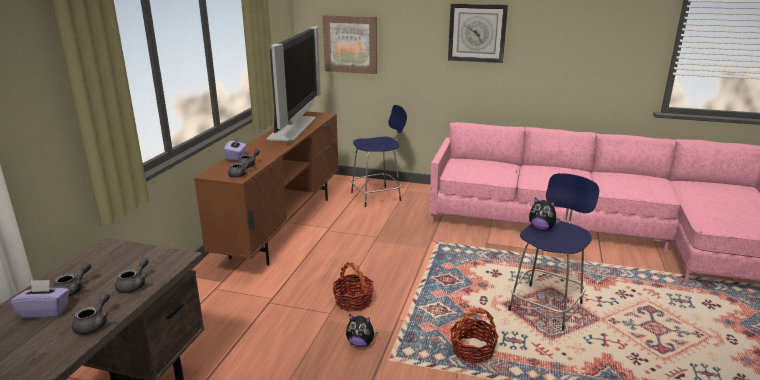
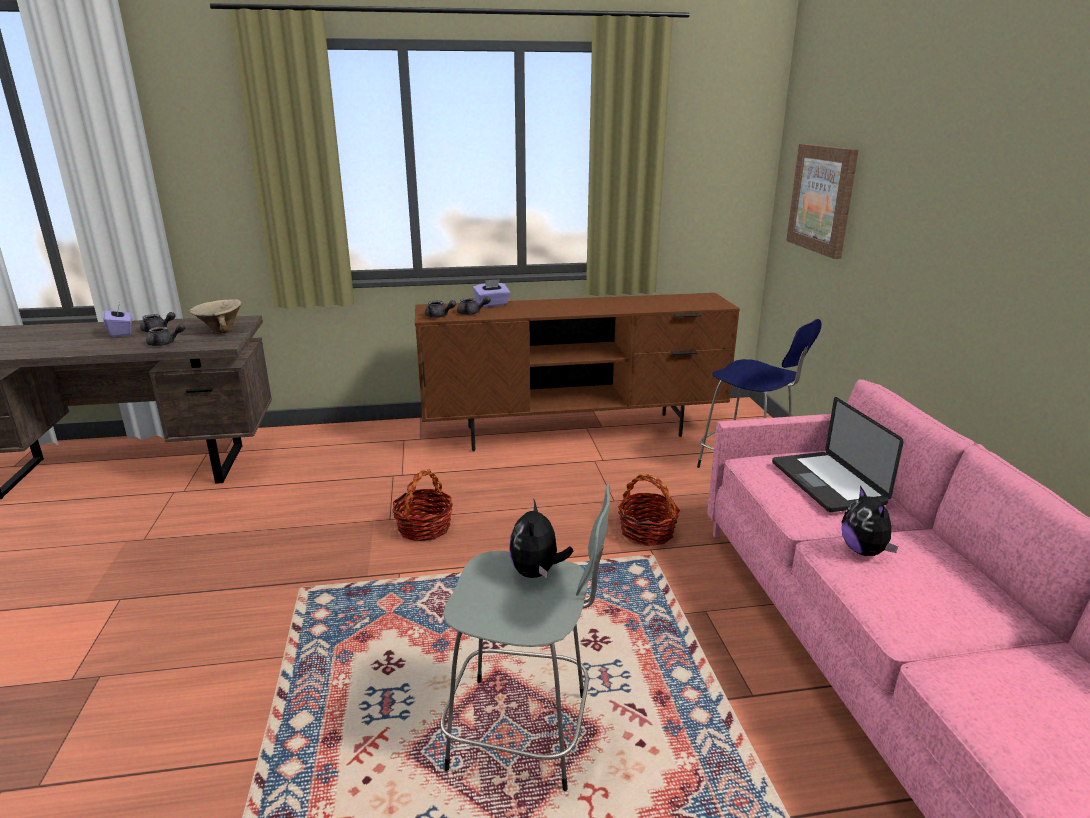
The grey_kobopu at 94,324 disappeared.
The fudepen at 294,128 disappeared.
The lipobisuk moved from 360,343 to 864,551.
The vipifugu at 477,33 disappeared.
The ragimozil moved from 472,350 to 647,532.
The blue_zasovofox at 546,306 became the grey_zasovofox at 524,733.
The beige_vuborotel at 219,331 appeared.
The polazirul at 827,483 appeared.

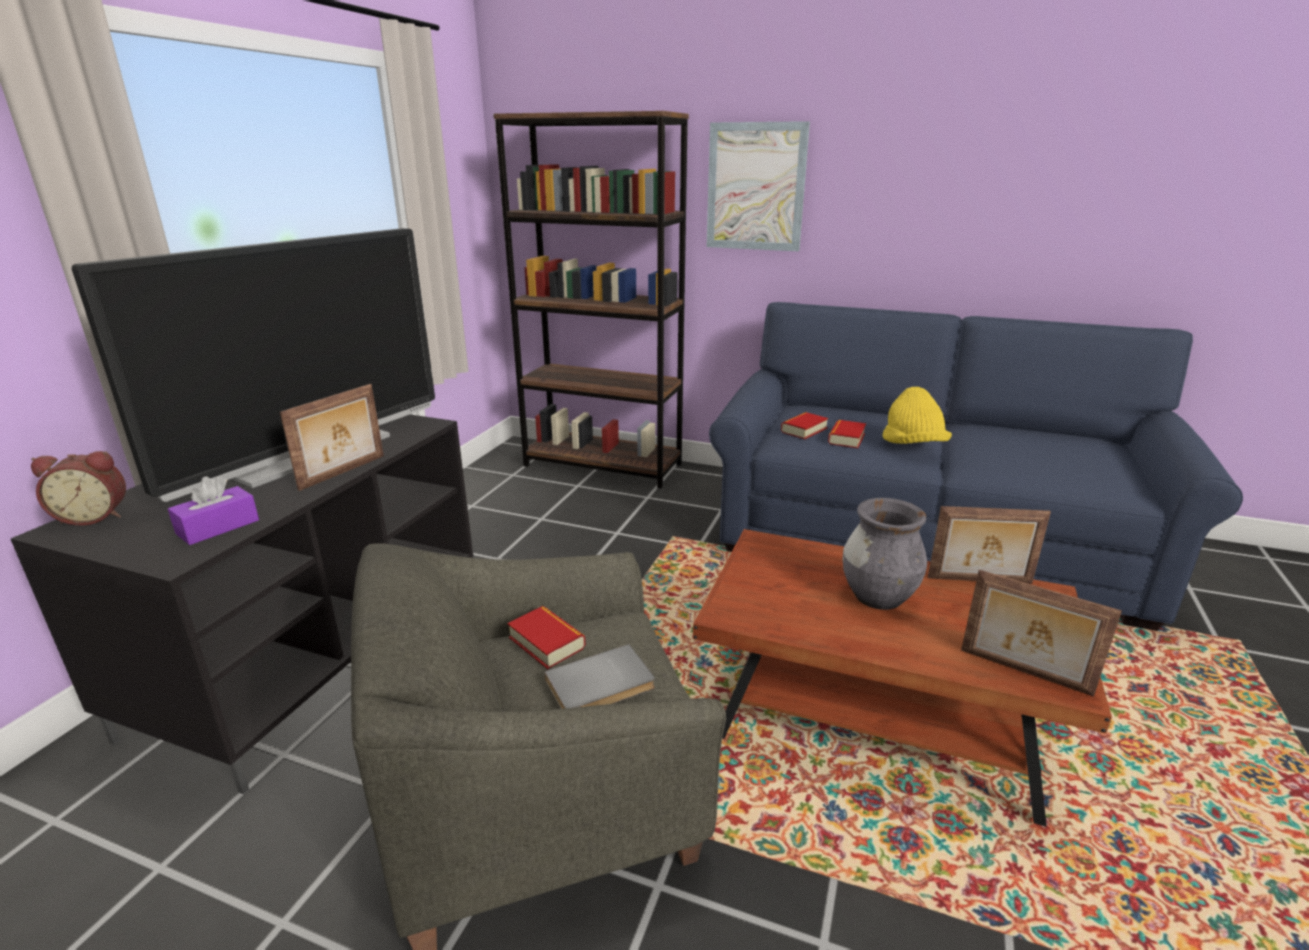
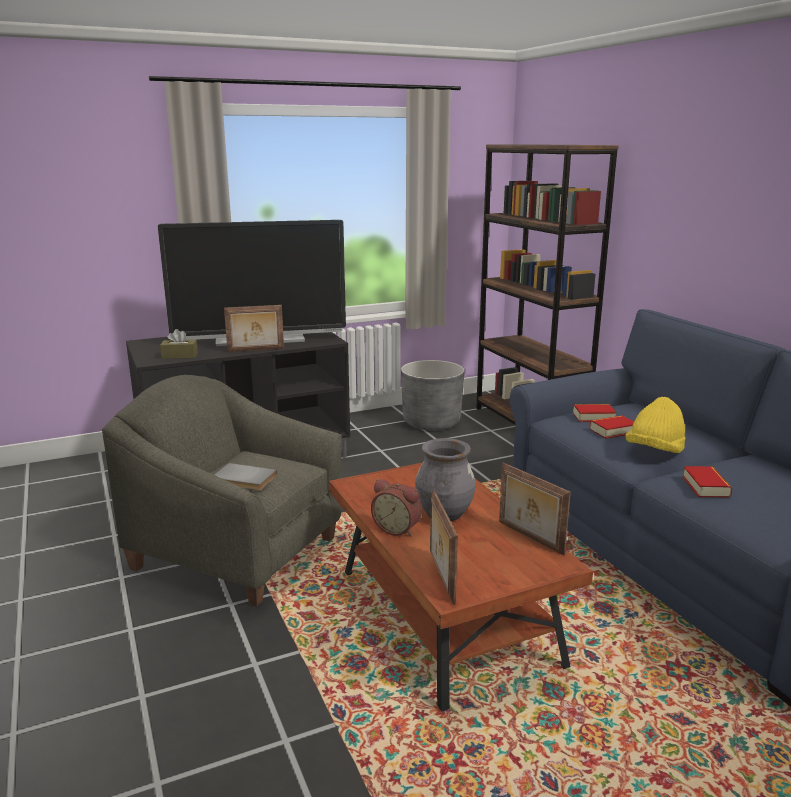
The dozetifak moved from 94,516 to 397,528.
The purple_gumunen at 218,527 became the brown_gumunen at 179,356.
The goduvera moved from 546,642 to 705,487.
The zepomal at 755,187 disappeared.
The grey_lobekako at 431,422 appeared.

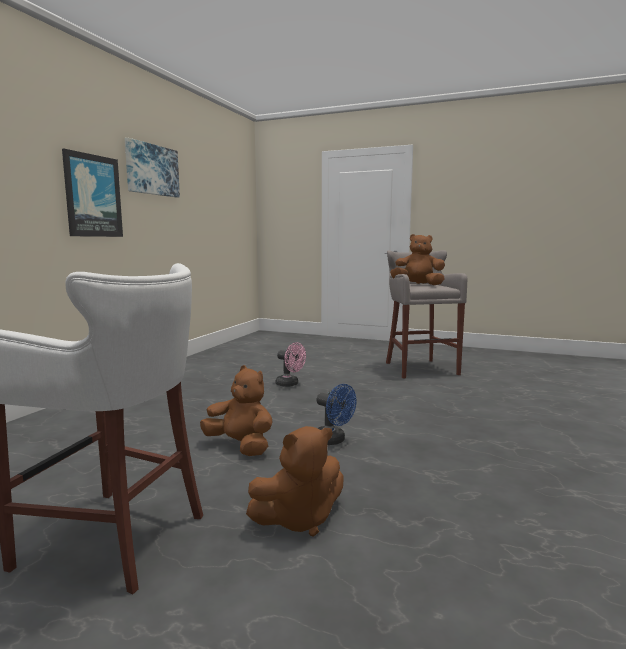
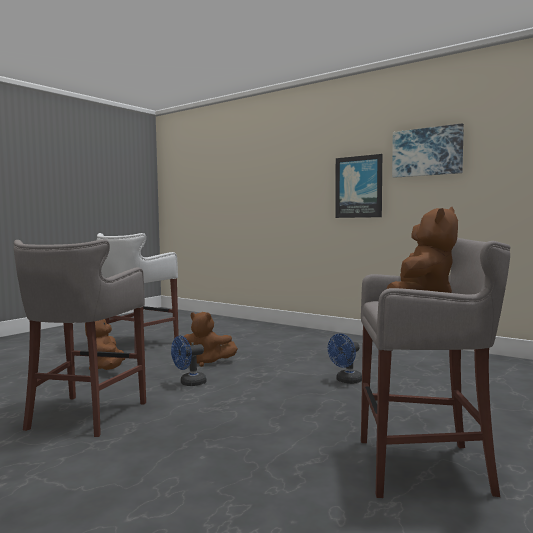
The brown_lipobisuk at 241,446 turned 60 degrees clockwise.
The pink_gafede at 290,384 became the blue_gafede at 346,381.
The grey_zasovofox at 84,416 appeared.

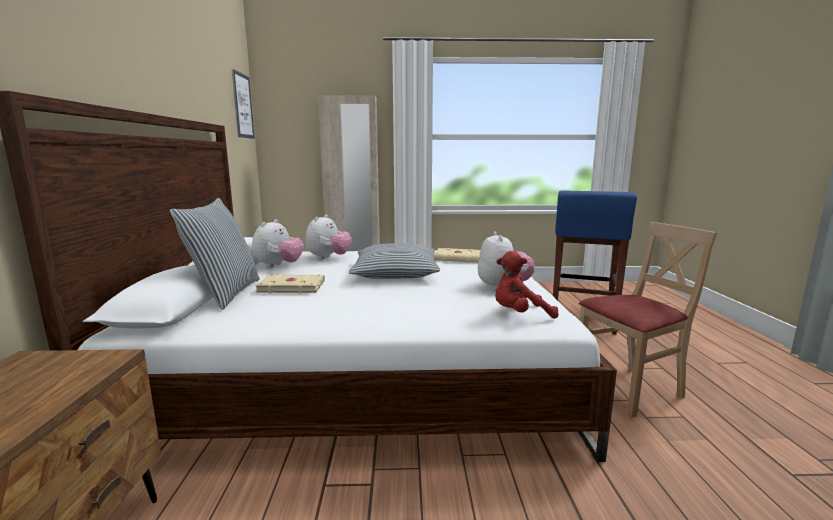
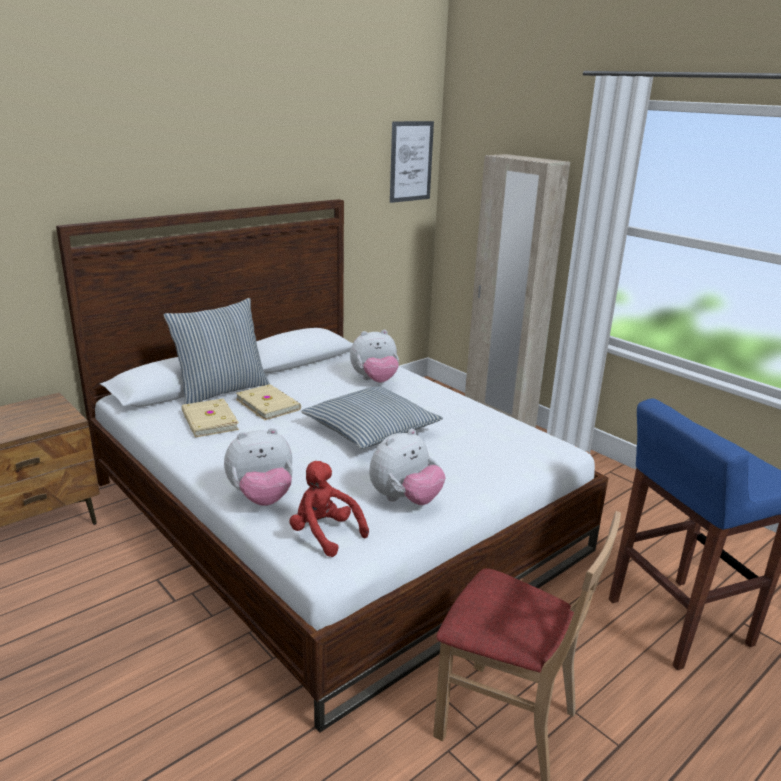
The lipobisuk moved from 279,266 to 262,498.
The beige_goduvera moved from 457,258 to 208,421.

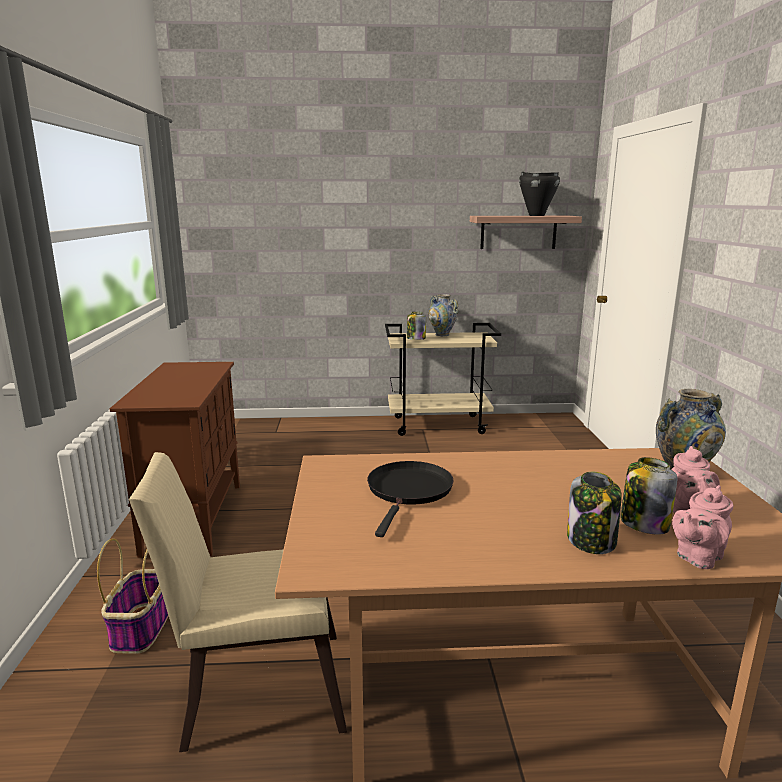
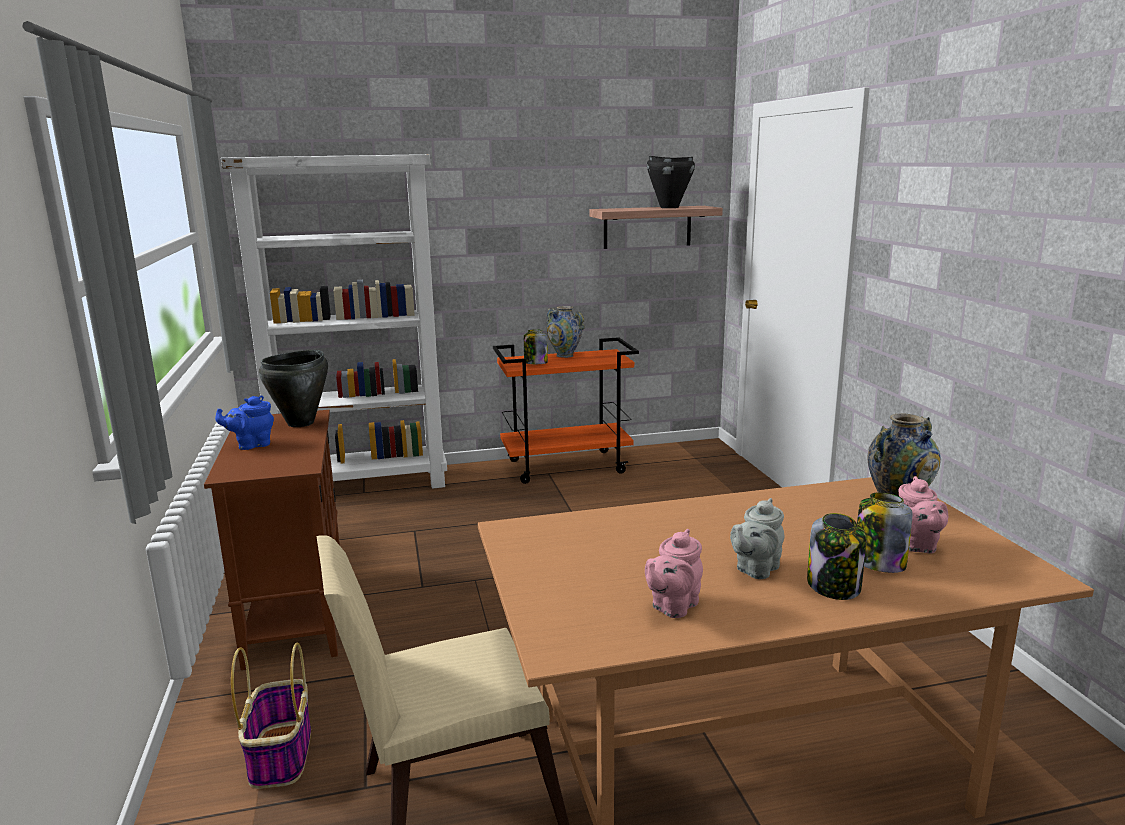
The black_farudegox at 409,491 disappeared.
The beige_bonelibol at 439,425 became the orange_bonelibol at 567,466.
The pink_kobopu moved from 697,557 to 672,606.
The blue_kobopu at 251,445 appeared.
The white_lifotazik at 363,485 appeared.
The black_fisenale at 301,423 appeared.
The grey_kobopu at 755,569 appeared.

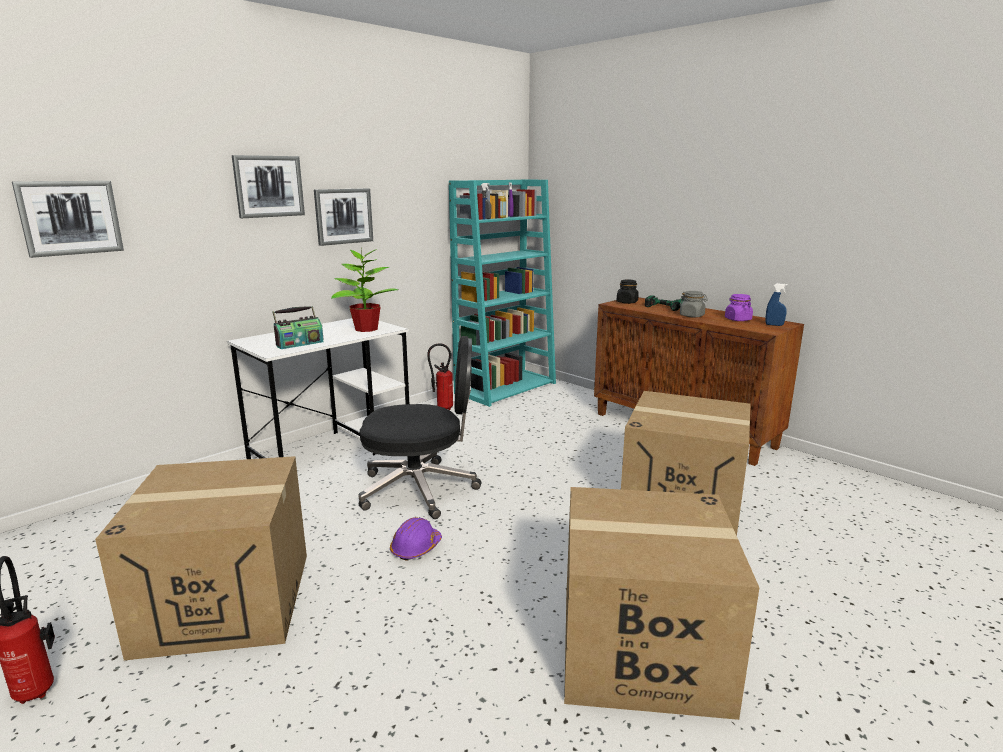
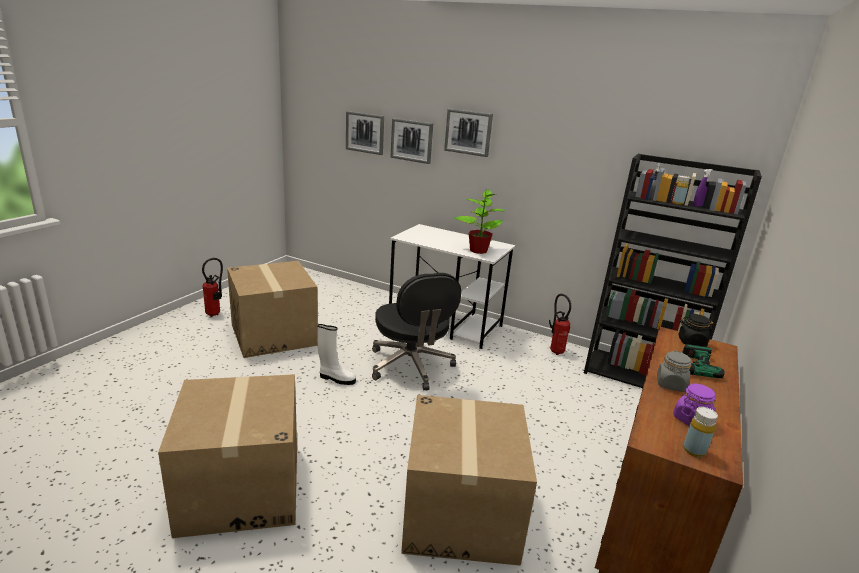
The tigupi at 299,344 disappeared.
The zepomal moved from 343,216 to 412,140.
The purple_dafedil at 416,548 was replaced by the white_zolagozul at 336,378.
The turquoise_lifotazik at 506,387 became the black_lifotazik at 640,376.
The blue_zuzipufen at 774,325 was replaced by the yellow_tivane at 694,450.

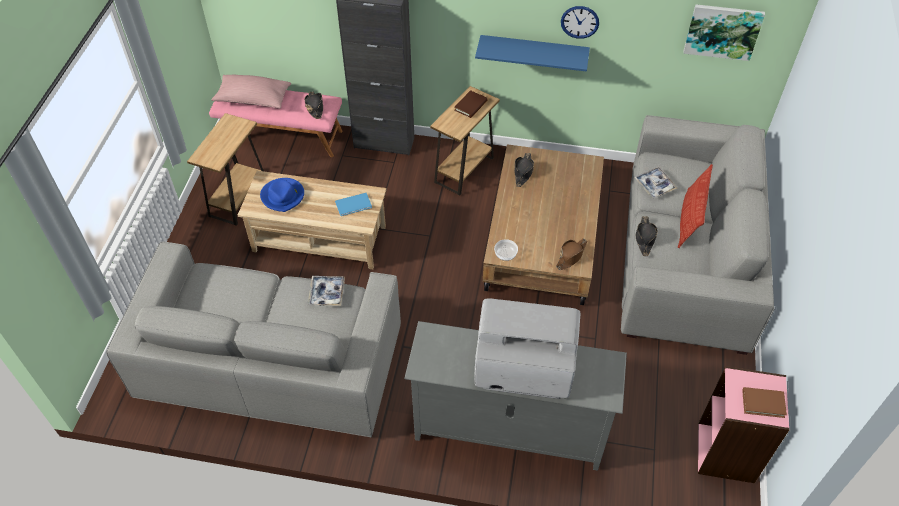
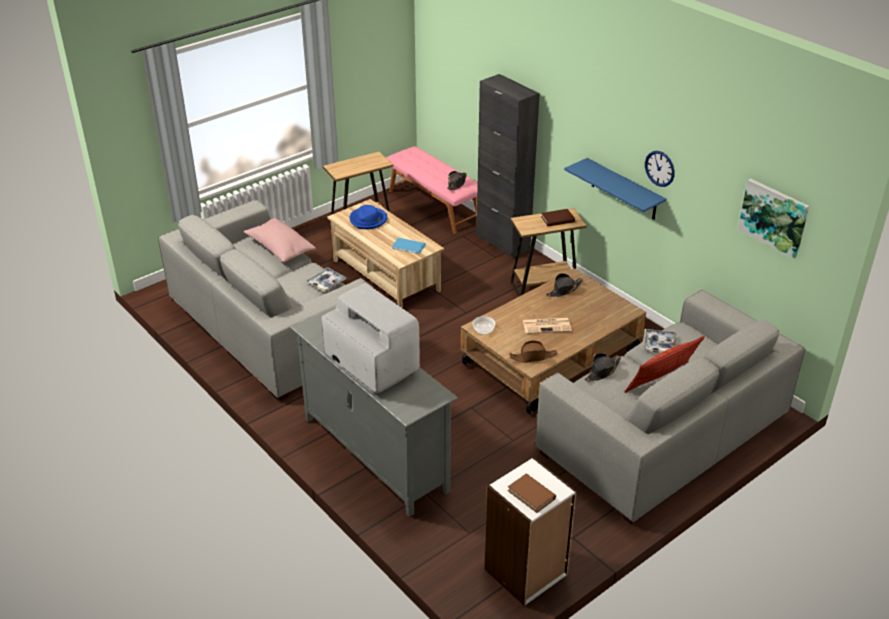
The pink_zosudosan moved from 253,99 to 280,249.
The pink_lifotazik at 726,452 became the white_lifotazik at 526,572.
The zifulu at 547,326 appeared.

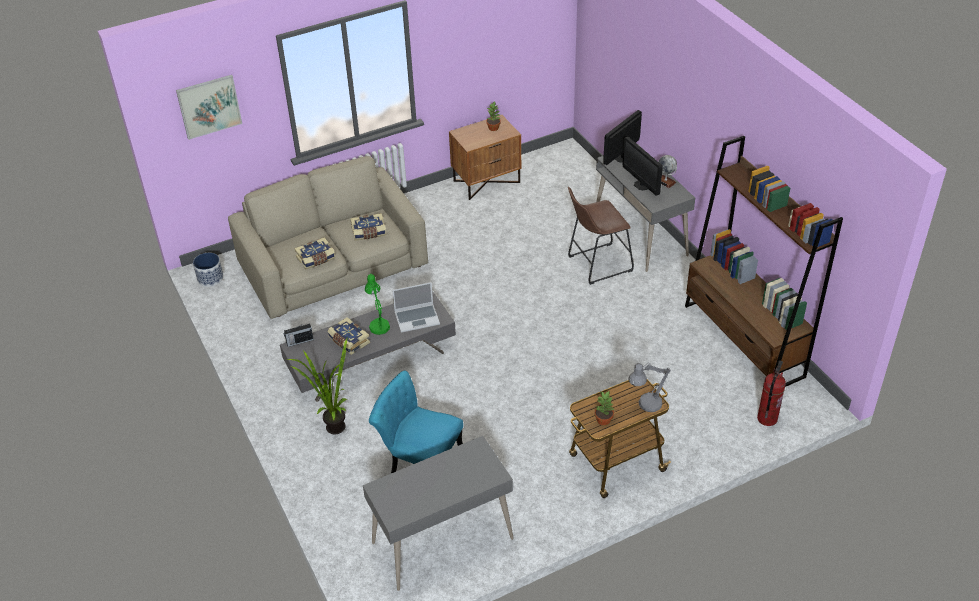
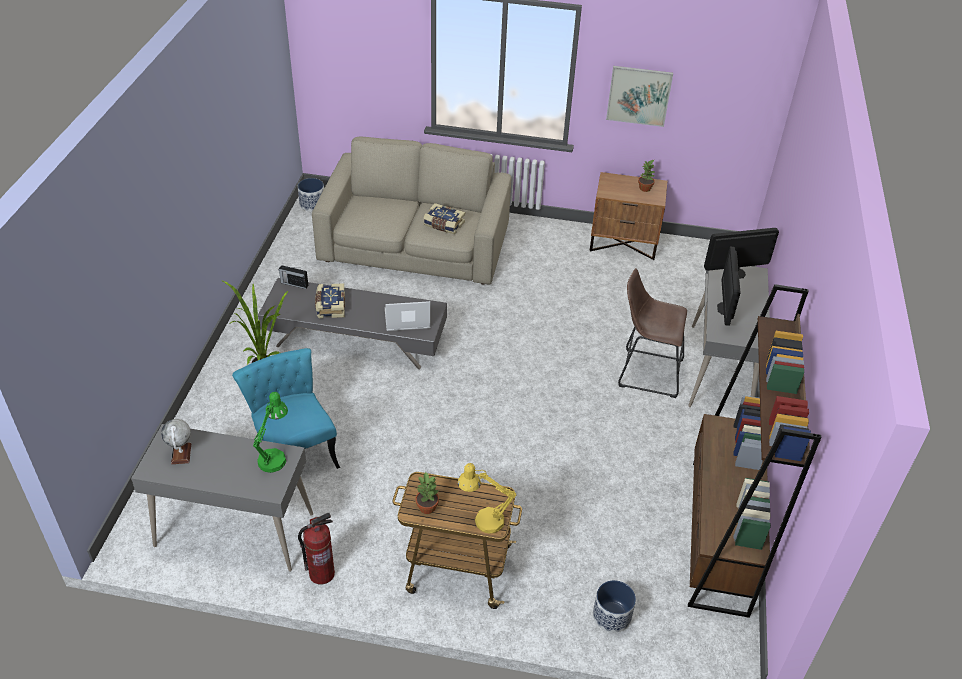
The zepomal moved from 209,106 to 639,95.
The goduvera at 316,259 disappeared.
The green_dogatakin moved from 378,324 to 275,457.
The polazirul at 417,318 turned 150 degrees clockwise.
The grey_dogatakin at 645,405 became the yellow_dogatakin at 483,520.
The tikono moved from 665,182 to 181,453.
The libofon moved from 767,418 to 321,574.
The lobekako at 611,616 appeared.

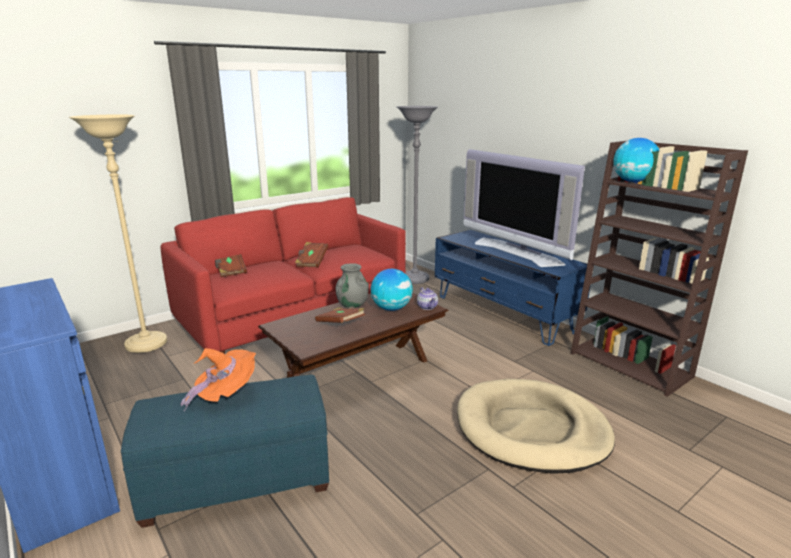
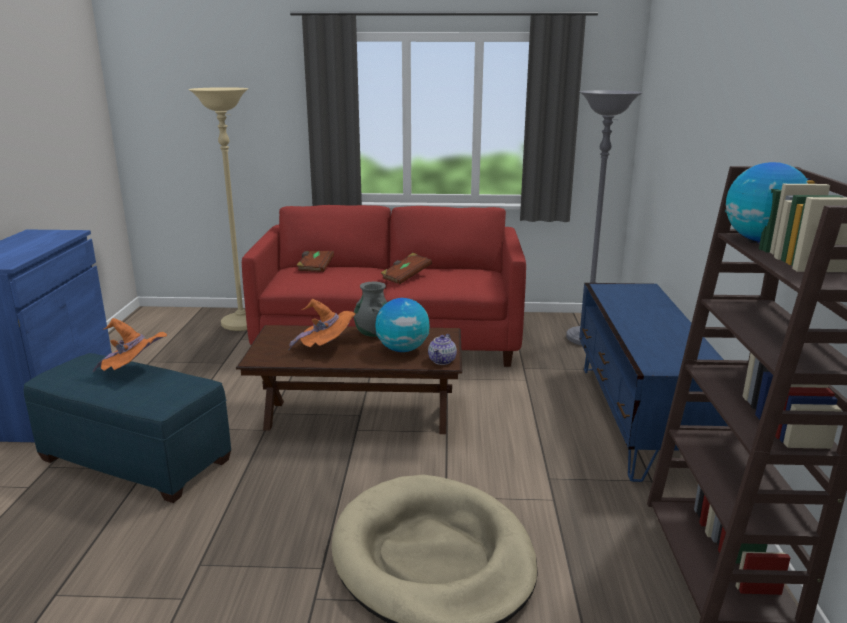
The brown_goduvera at 341,324 was replaced by the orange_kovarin at 327,347.
The fudepen at 517,252 disappeared.

